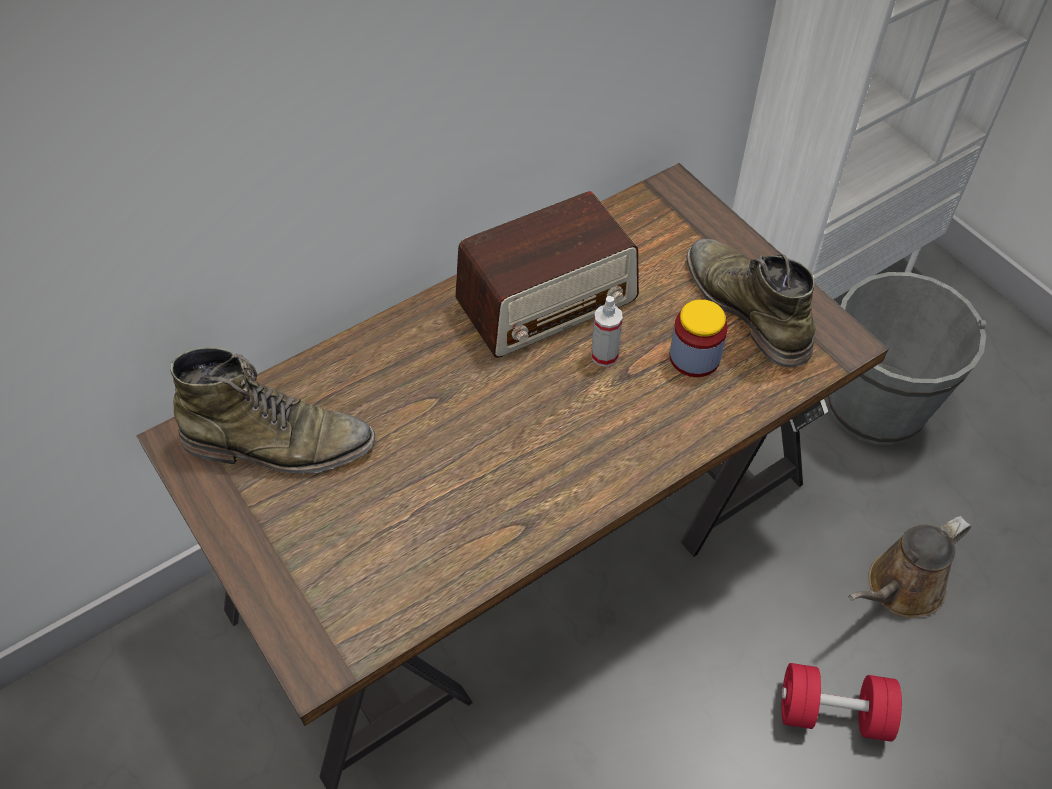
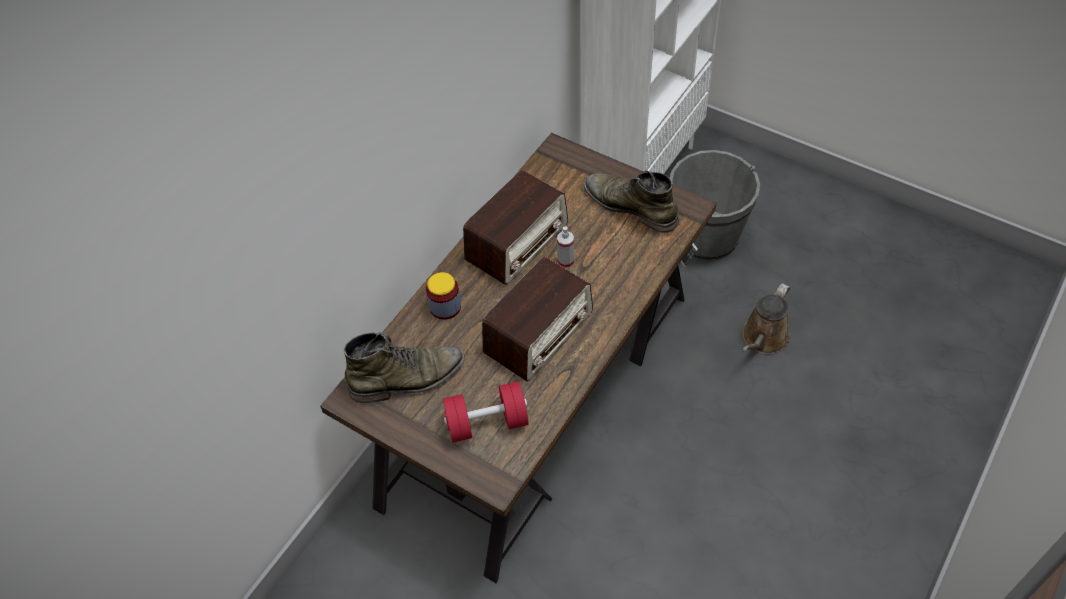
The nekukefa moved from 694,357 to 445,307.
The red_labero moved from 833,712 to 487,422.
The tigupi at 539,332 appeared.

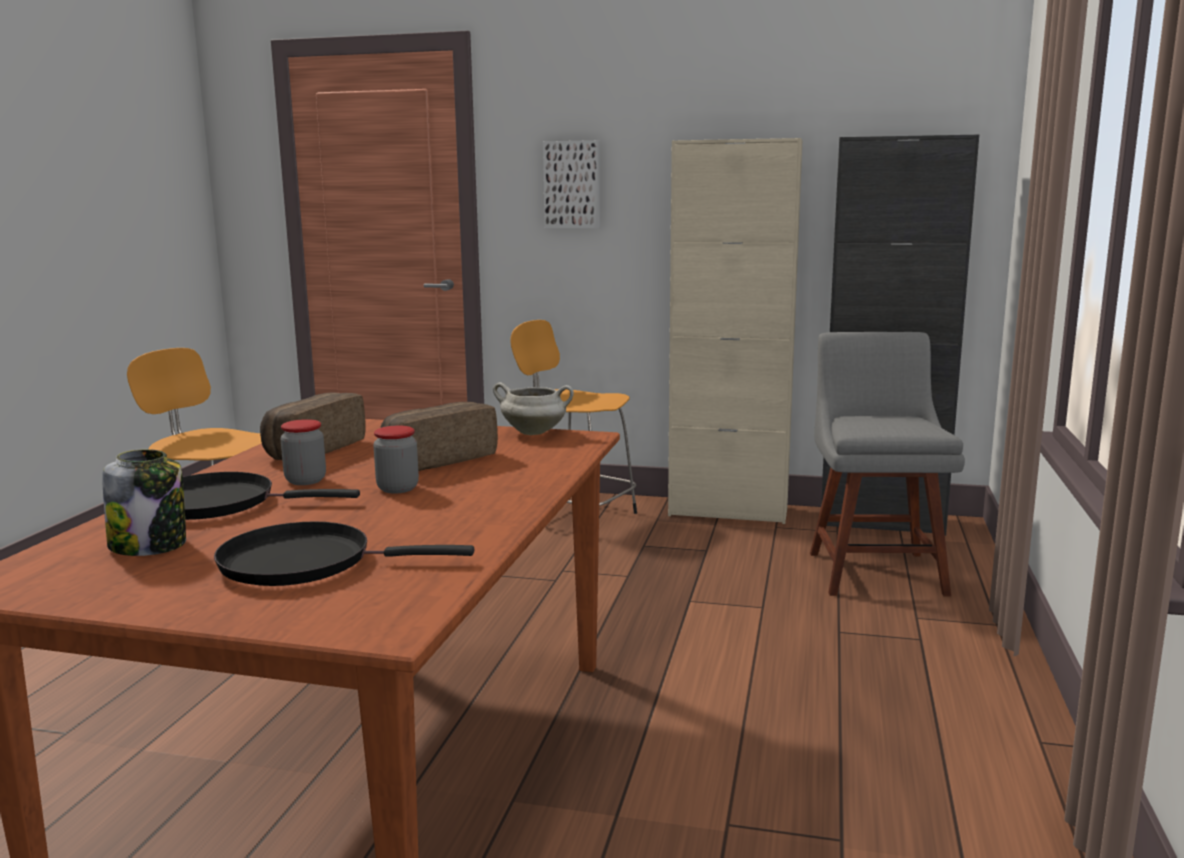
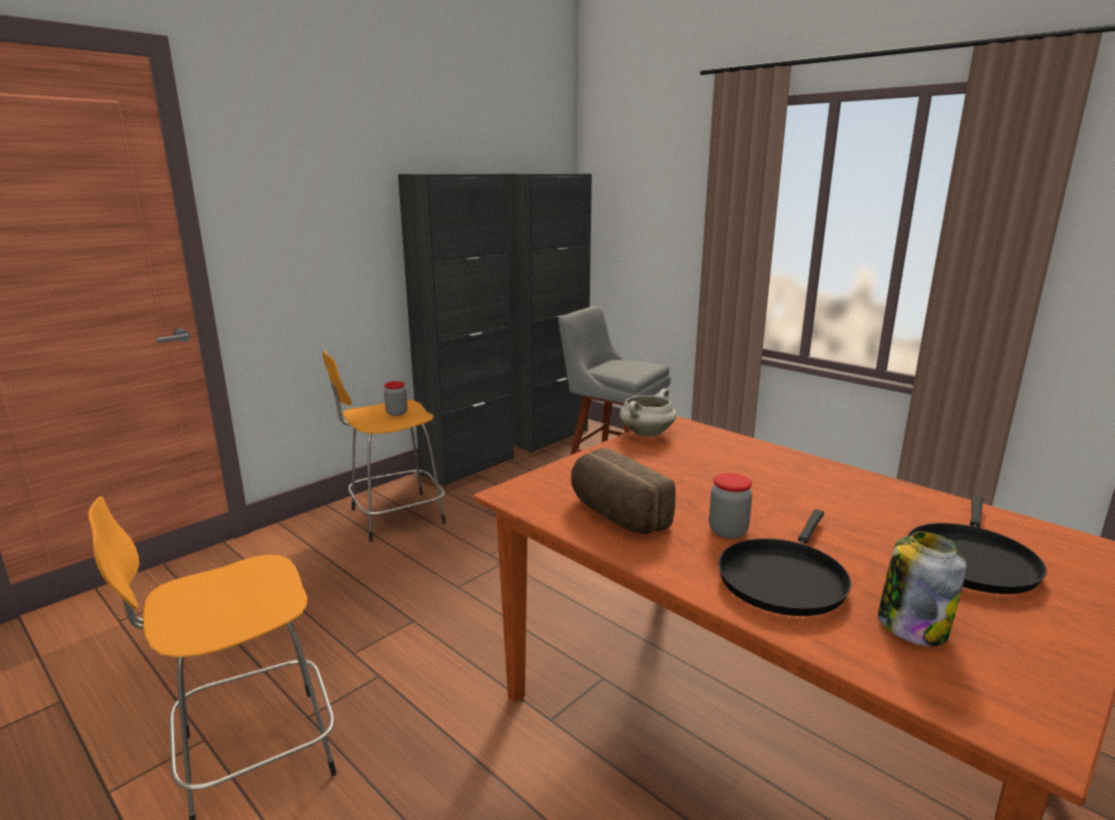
The nekukefa moved from 397,488 to 397,413.
The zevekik at 437,460 disappeared.
The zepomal at 572,184 disappeared.
The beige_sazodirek at 728,511 became the black_sazodirek at 468,466.

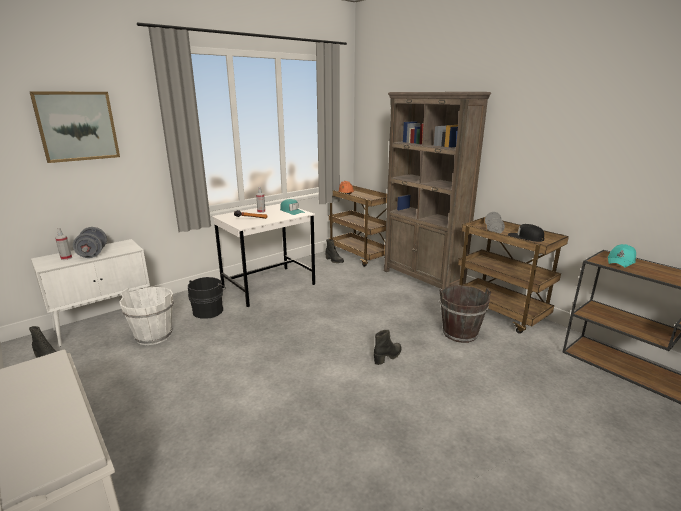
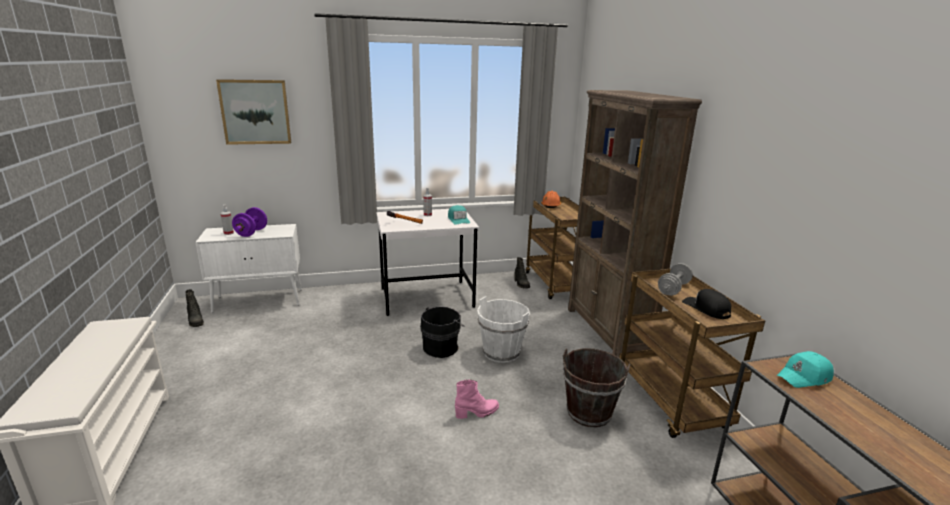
The grey_labero at 93,253 became the purple_labero at 251,233.
The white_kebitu moved from 154,336 to 501,352.
The black_kebitu moved from 209,310 to 442,347.
The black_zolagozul at 388,357 became the pink_zolagozul at 477,413.

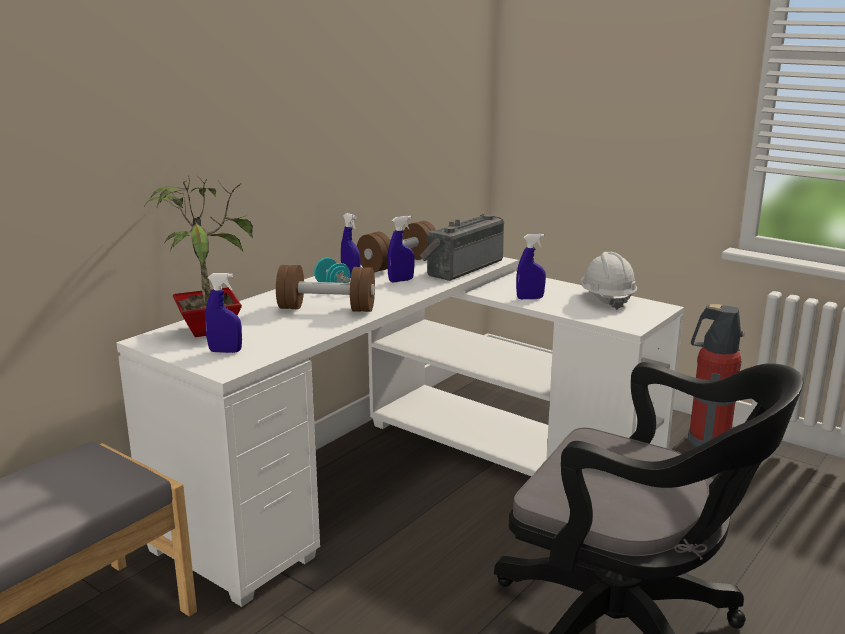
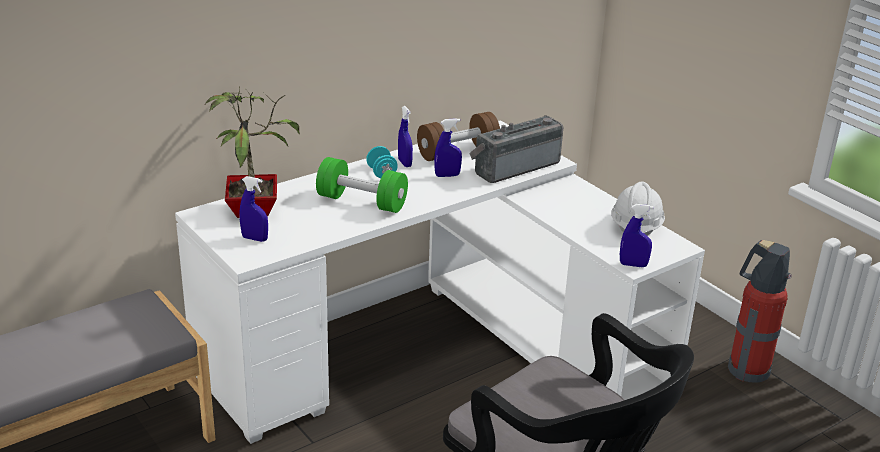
The brown_labero at 327,309 became the green_labero at 362,202.
The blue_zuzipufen moved from 530,298 to 633,265.

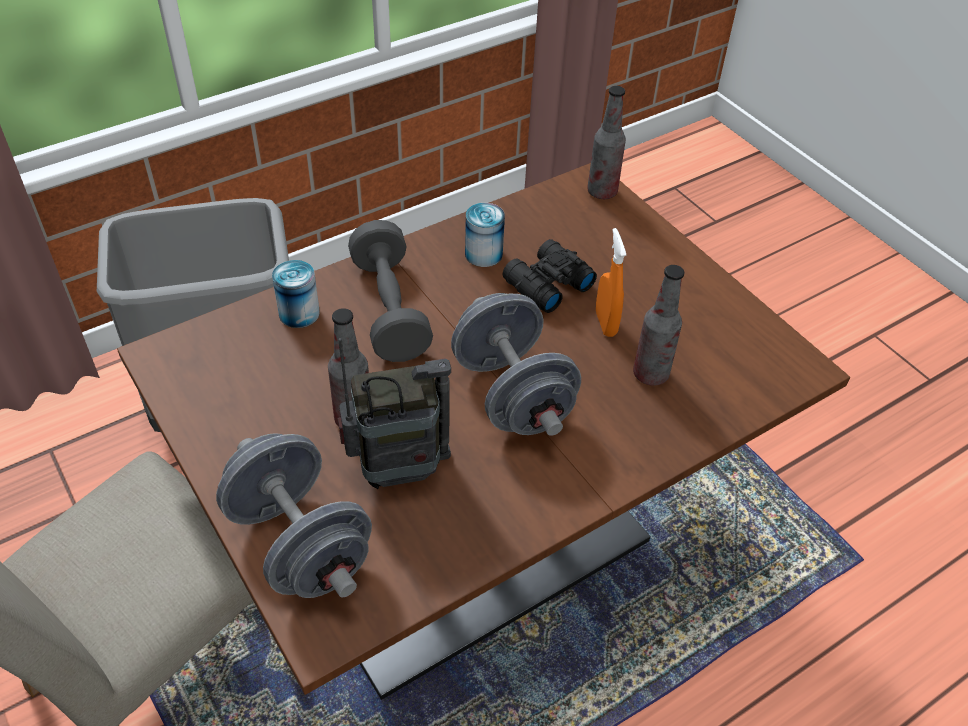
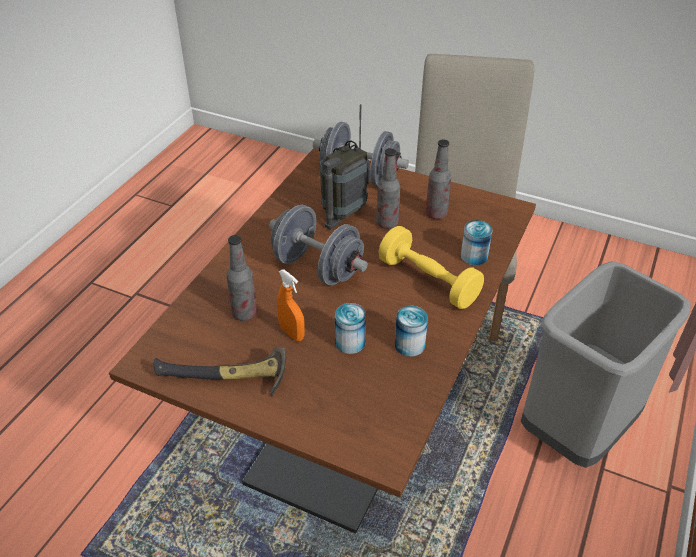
The grey_labero at 390,309 became the yellow_labero at 428,281.
The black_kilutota at 545,284 was replaced by the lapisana at 350,342.
The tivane moved from 602,192 to 436,214.
The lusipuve at 225,380 appeared.

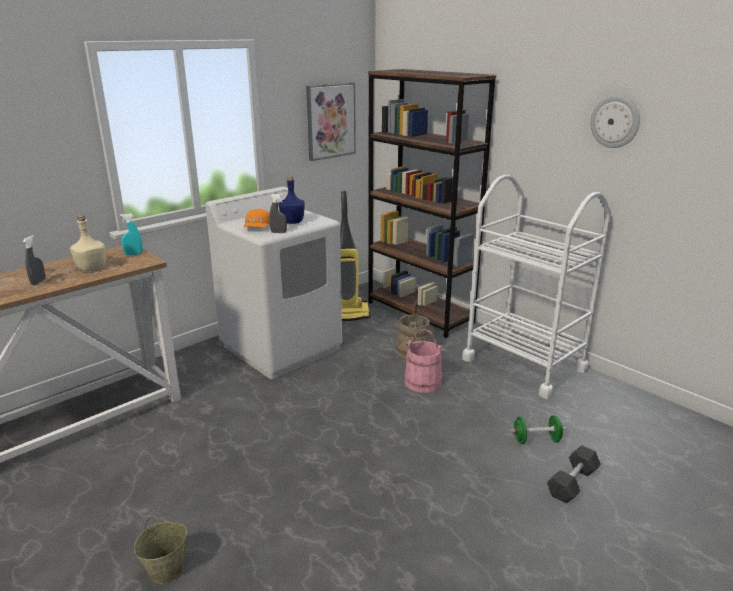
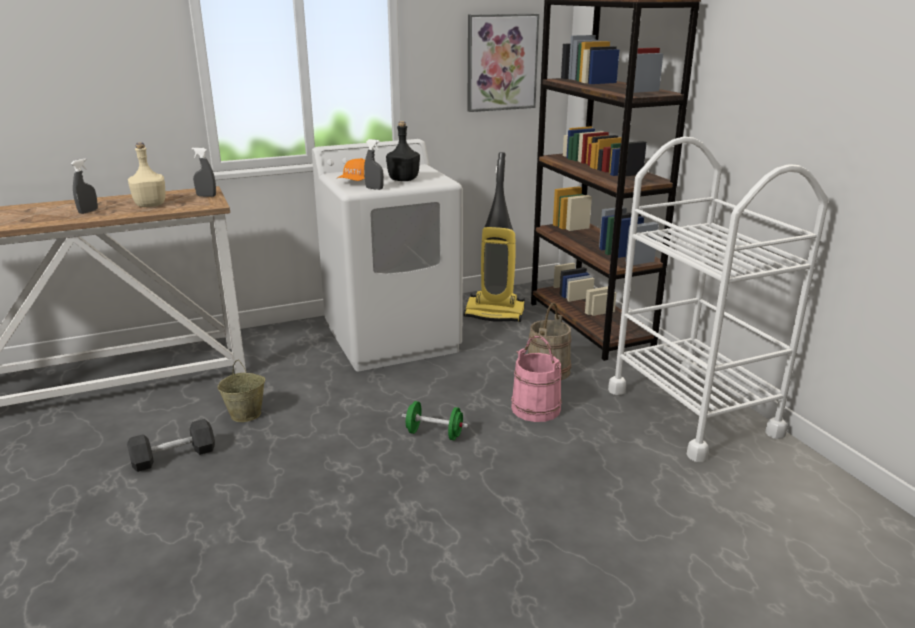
The turquoise_zuzipufen at 133,254 became the grey_zuzipufen at 206,196.
The beige_kebitu moved from 167,569 to 246,414.
The blue_tivane at 292,222 became the black_tivane at 403,179.
The green_labero moved from 536,440 to 434,434.
The black_labero moved from 572,483 to 174,457.
The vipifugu at 615,121 disappeared.

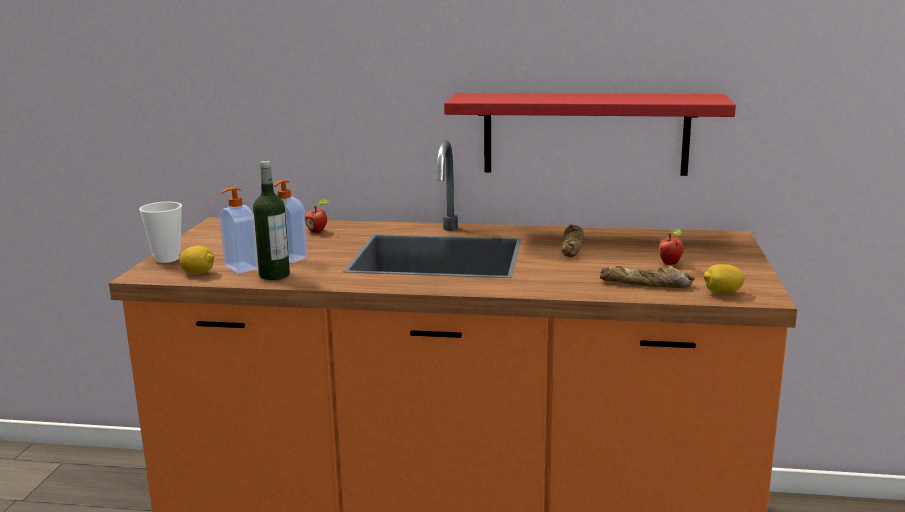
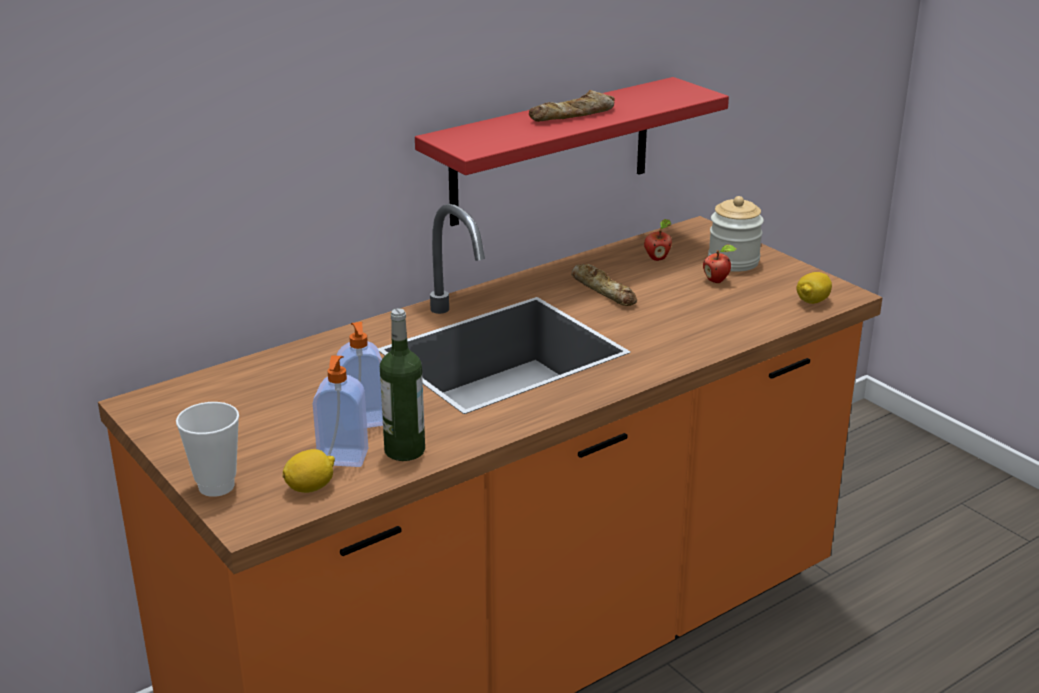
The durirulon moved from 318,231 to 657,258.
The zevekik moved from 646,284 to 573,115.
The nekukefa at 733,262 appeared.

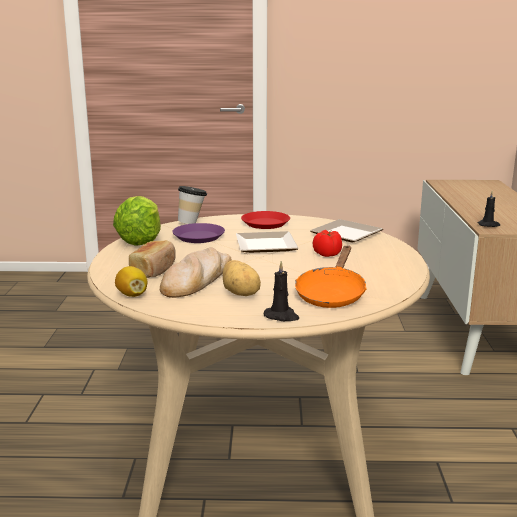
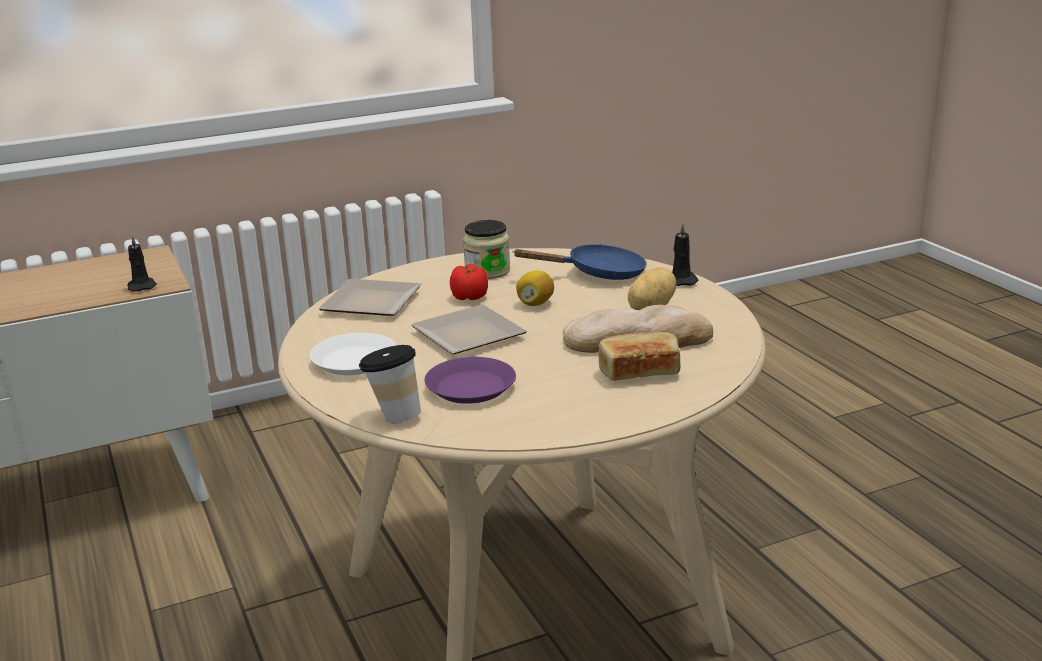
The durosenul at 141,240 disappeared.
The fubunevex moved from 132,295 to 535,303.
The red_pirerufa at 265,223 became the white_pirerufa at 354,361.
The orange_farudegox at 331,294 became the blue_farudegox at 598,273.
The nekukefa at 487,271 appeared.

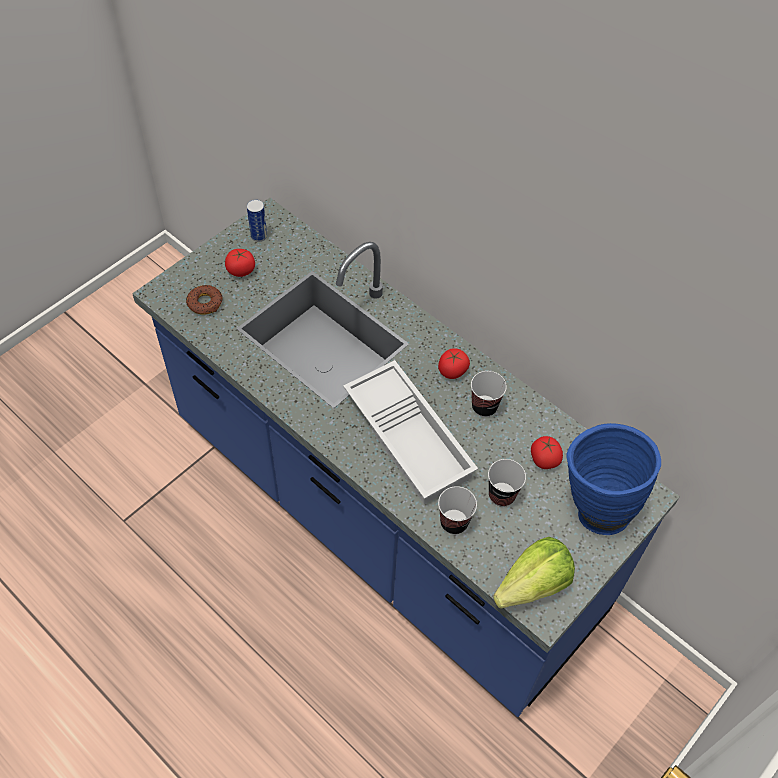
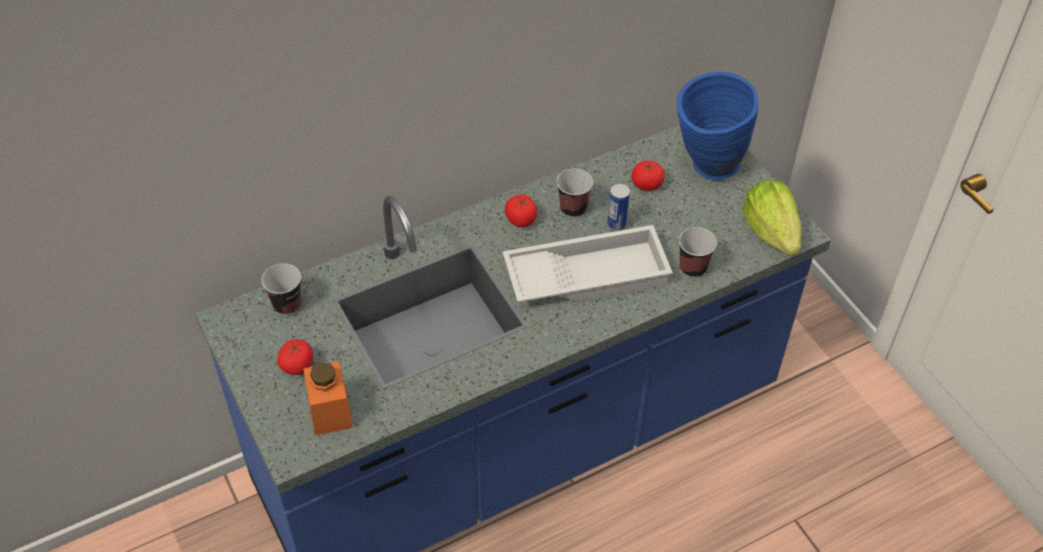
The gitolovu at 205,303 was replaced by the orange_nekukefa at 330,411.
The lapisana moved from 259,236 to 616,225.
The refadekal moved from 501,495 to 287,305.

